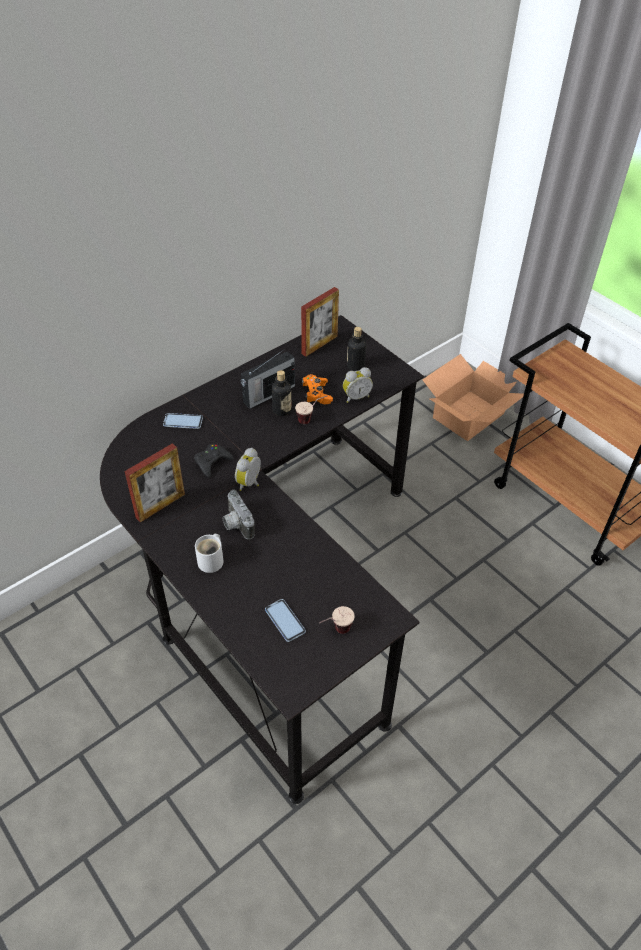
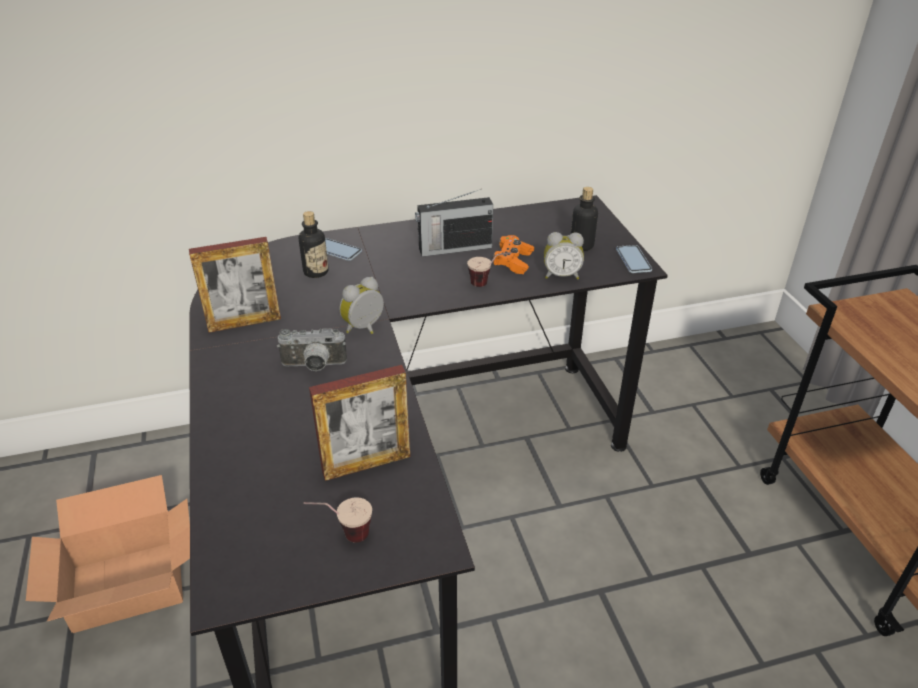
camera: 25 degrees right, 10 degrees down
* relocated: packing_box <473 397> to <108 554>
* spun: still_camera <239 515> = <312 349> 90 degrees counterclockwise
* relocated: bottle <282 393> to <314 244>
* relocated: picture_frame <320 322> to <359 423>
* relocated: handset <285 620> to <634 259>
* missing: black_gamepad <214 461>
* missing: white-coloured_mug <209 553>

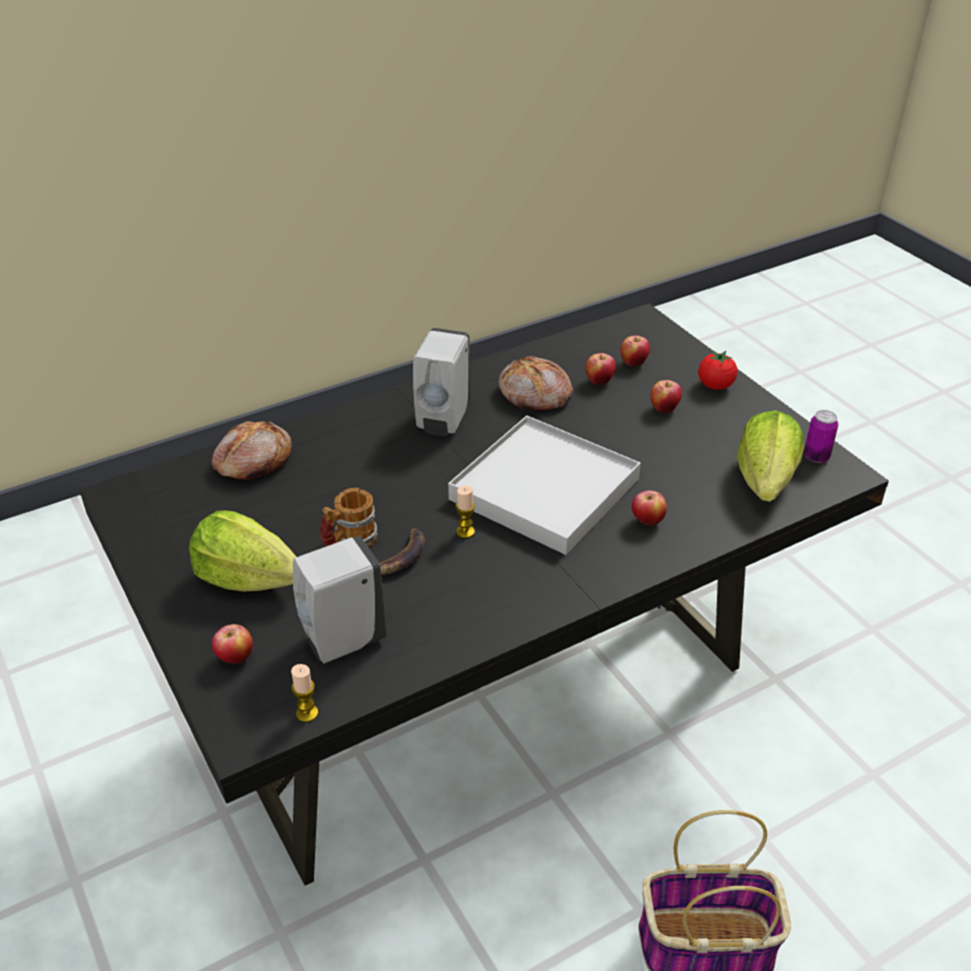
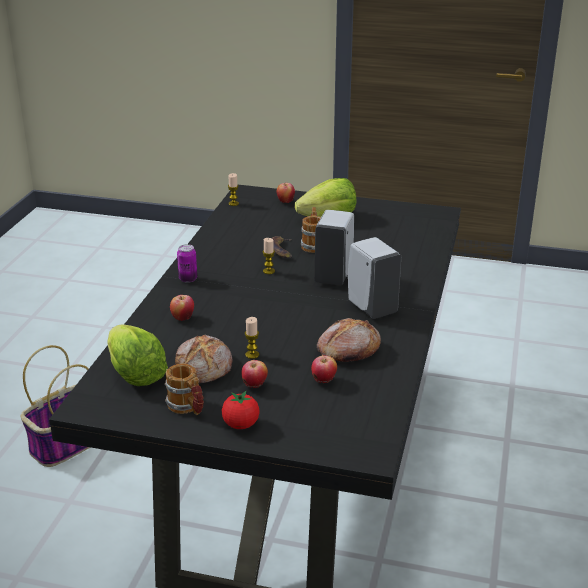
camera: 135 degrees right, 10 degrees down
* appeared: mug <184 389>
* relocated: bread <251 450> to <204 359>
* relocated: can <821 436> to <187 263>
* appeared: candle <252 338>
* relocated: white-coloured_liquid_soap_bottle <339 600> to <334 248>
* missing: white-coloured_tray <544 485>
* missing: whole_apple <635 350>

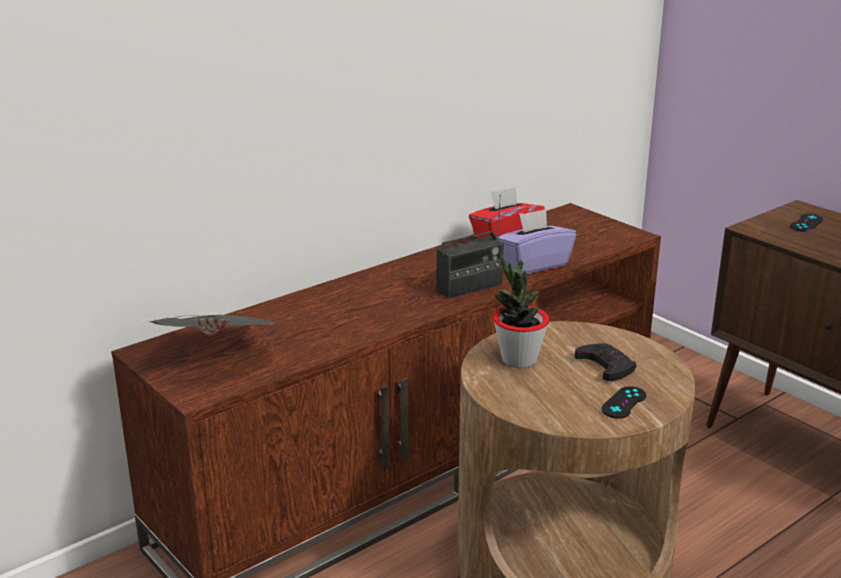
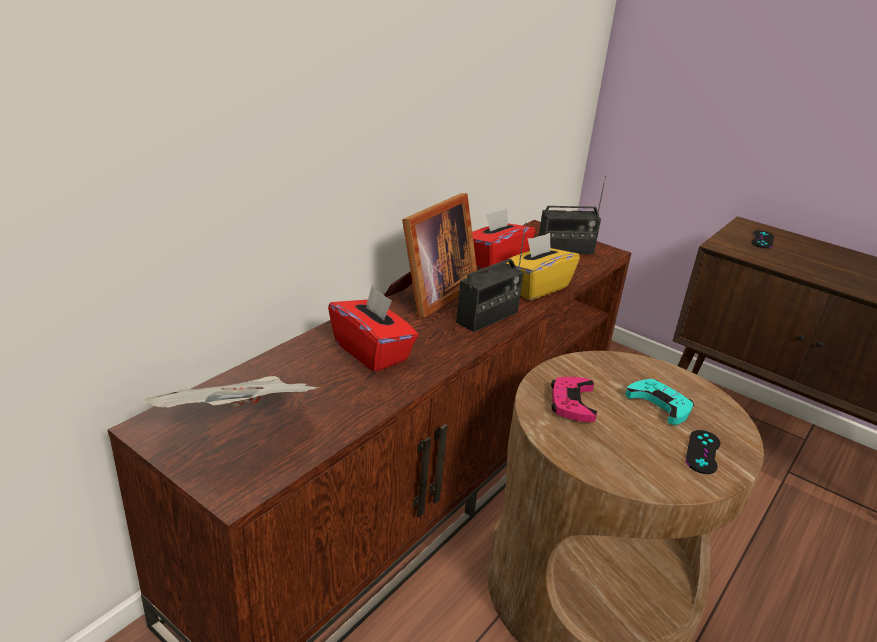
camera: 15 degrees left, 5 degrees up
* appeared: reddish_tissue_box <373 329>
* appeared: picture_frame <430 255>
* colour: purple_tissue_box <536 241> to yellowish_tissue_box <543 266>
* appeared: radio_set <572 215>
* exchanged: houseplant <521 311> to pinkish_gamepad <574 399>
* colour: black_gamepad <606 362> to turquoise_gamepad <659 402>

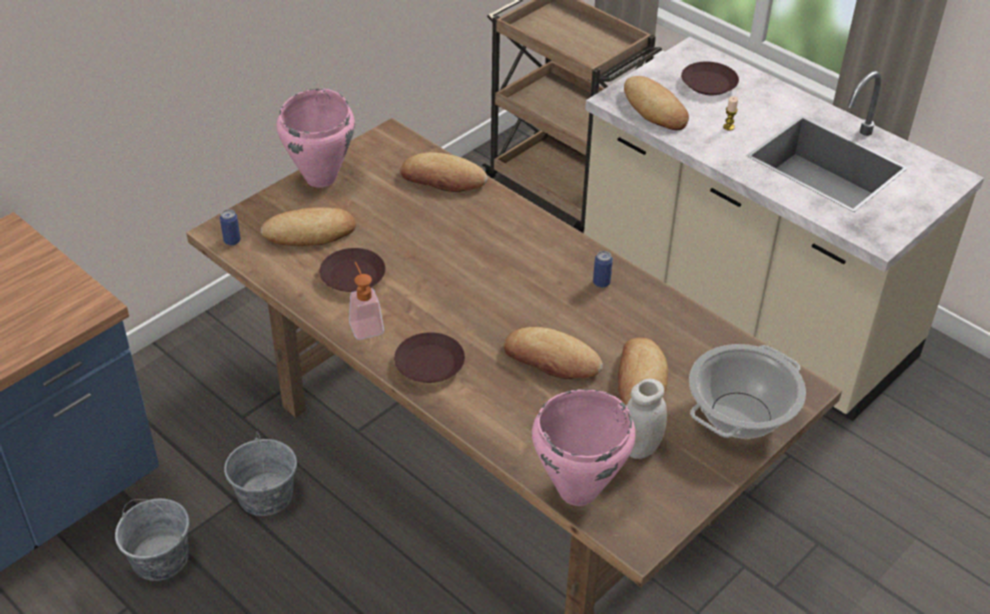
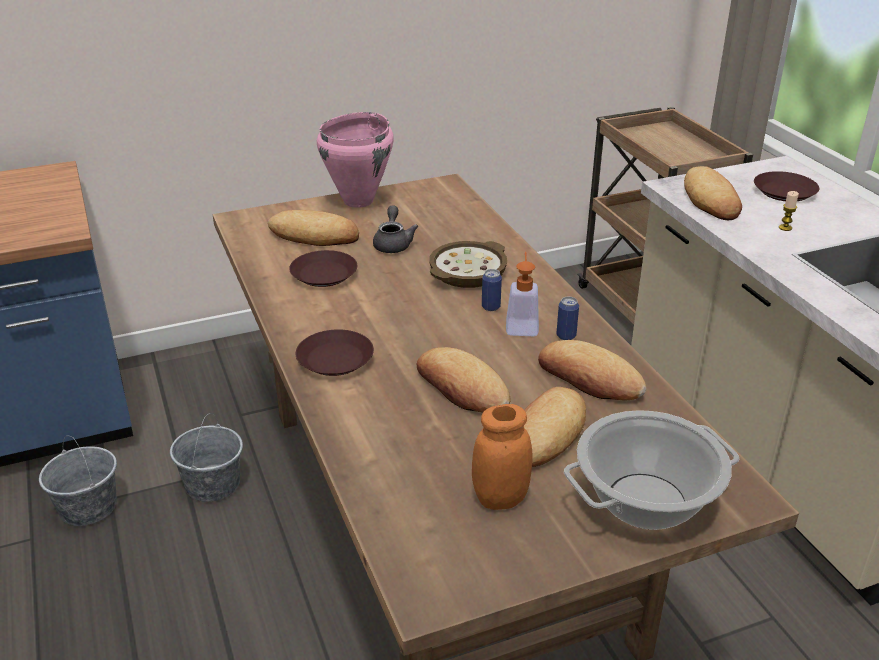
camera: 25 degrees right, 10 degrees down
* appeared: gray_tea_pot <395 229>
* appeared: deep_dish <468 264>
* colour: white-coloured_preserve_jar <646 418> to orange_preserve_jar <502 457>
* relocated: can <230 227> to <492 290>
* relocated: liquid_soap_bottle <366 301> to <522 294>
* relocated: bread <444 172> to <592 370>
* missing: pinkish_stockpot <583 447>

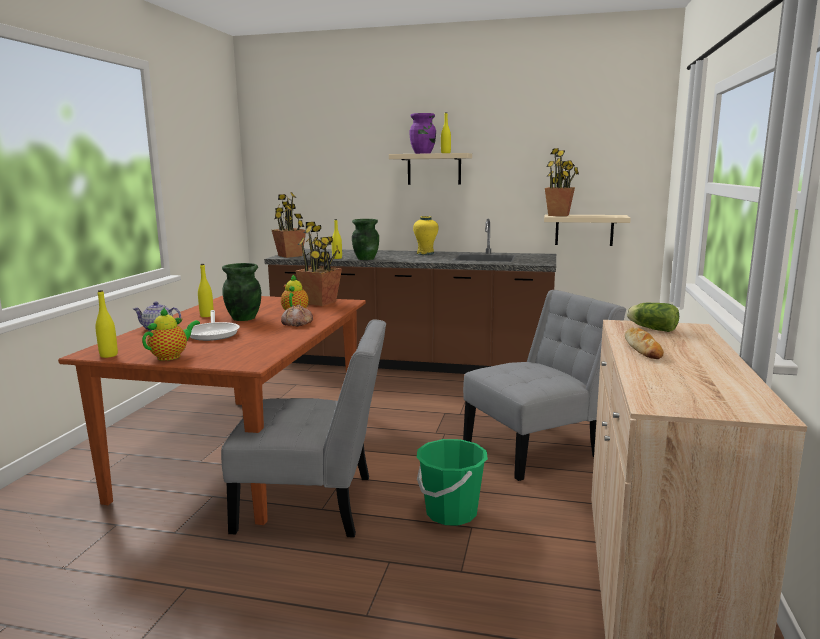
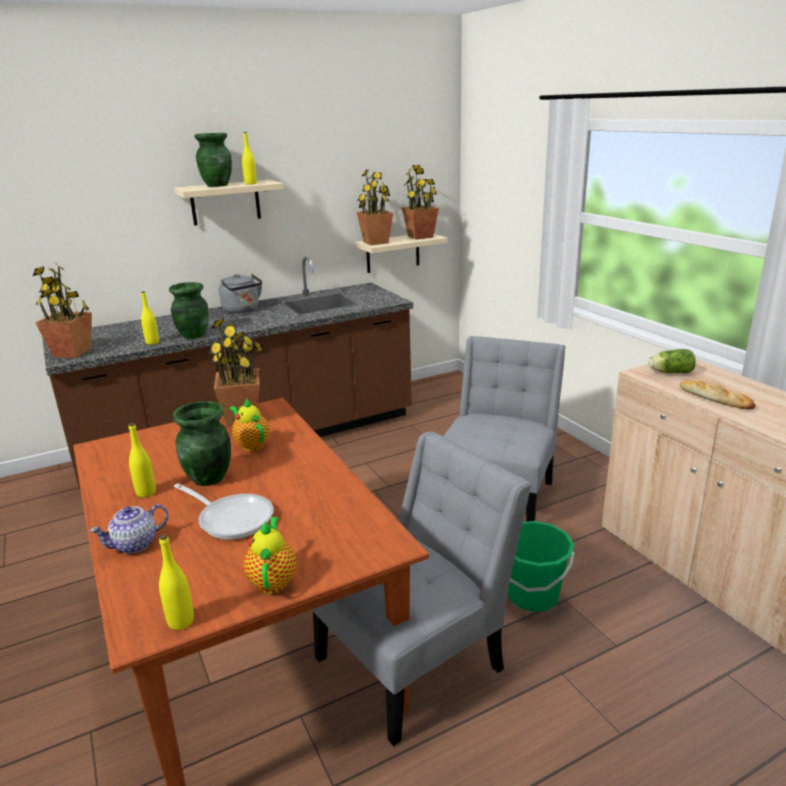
camera: 40 degrees left, 10 degrees up
* colour: purple_decorative_vase <423 133> to greenish_decorative_vase <213 160>
* exchanged: yellowish_decorative_vase <426 235> to gray_water_kettle <240 293>
* appeared: houseplant <420 202>
* missing: bread <297 315>

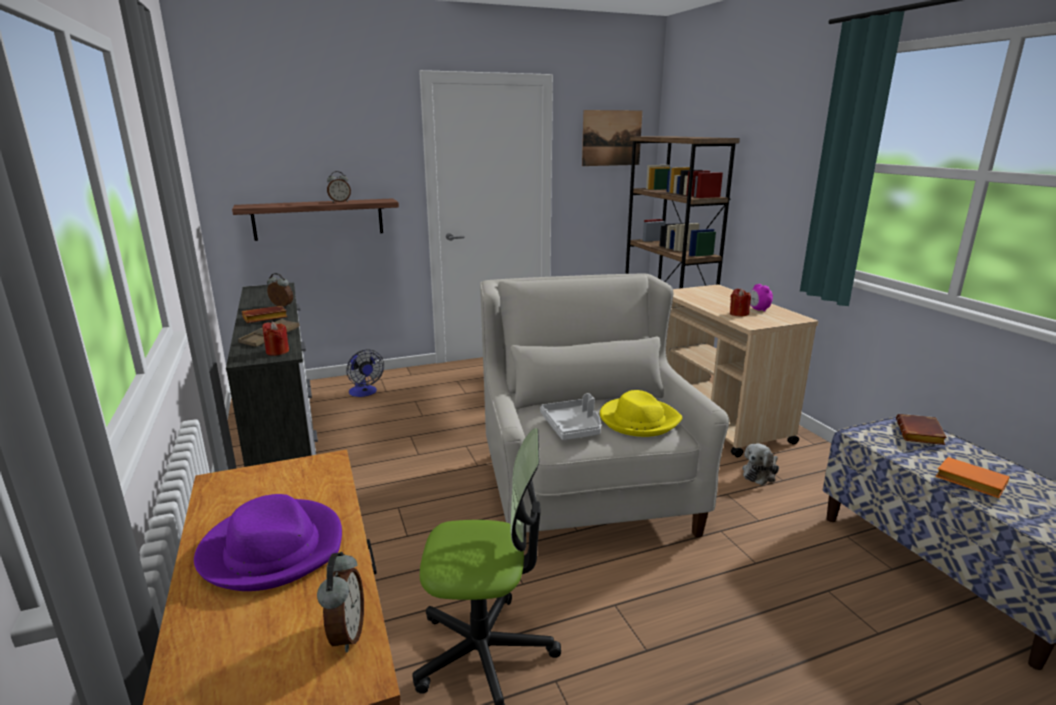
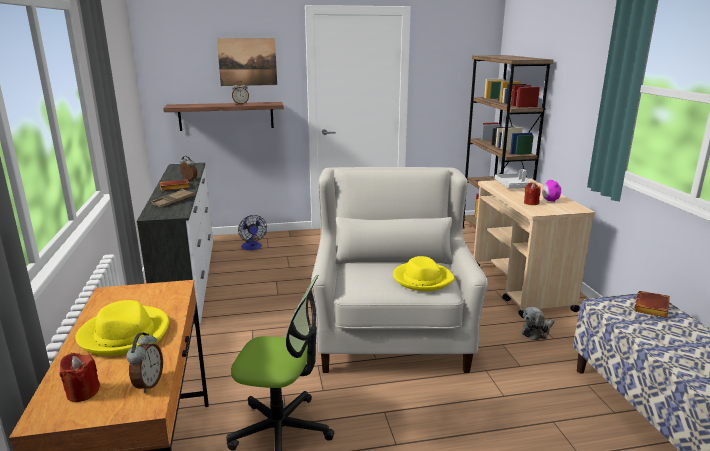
camera: 10 degrees right, 0 degrees up
* relocated: reddish_candle <275 339> to <80 377>
* colour: purple_wearable_hat <268 542> to yellowish_wearable_hat <122 328>
* relocated: wall_art <612 138> to <247 62>
* relocated: gray_tray <570 416> to <512 178>
* missing: orange_volume <972 477>

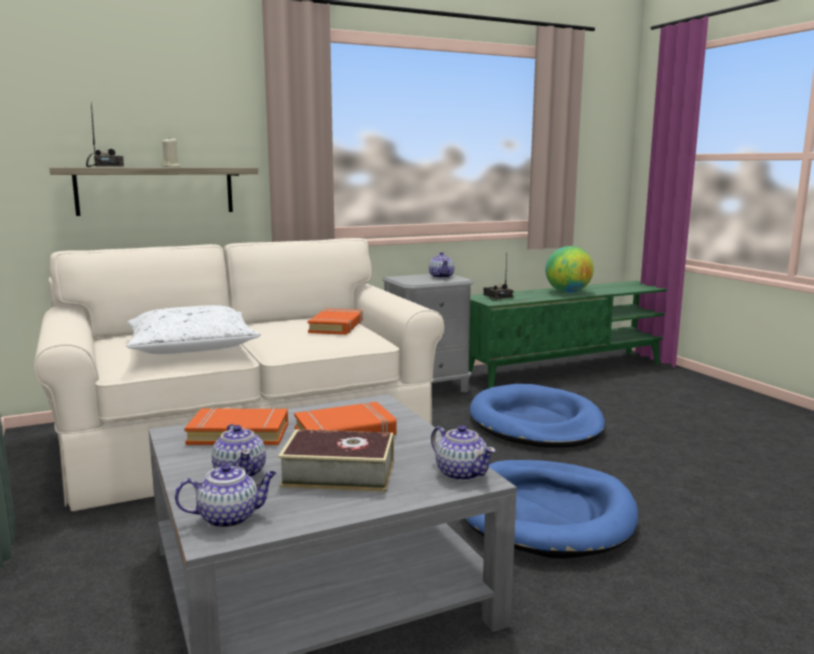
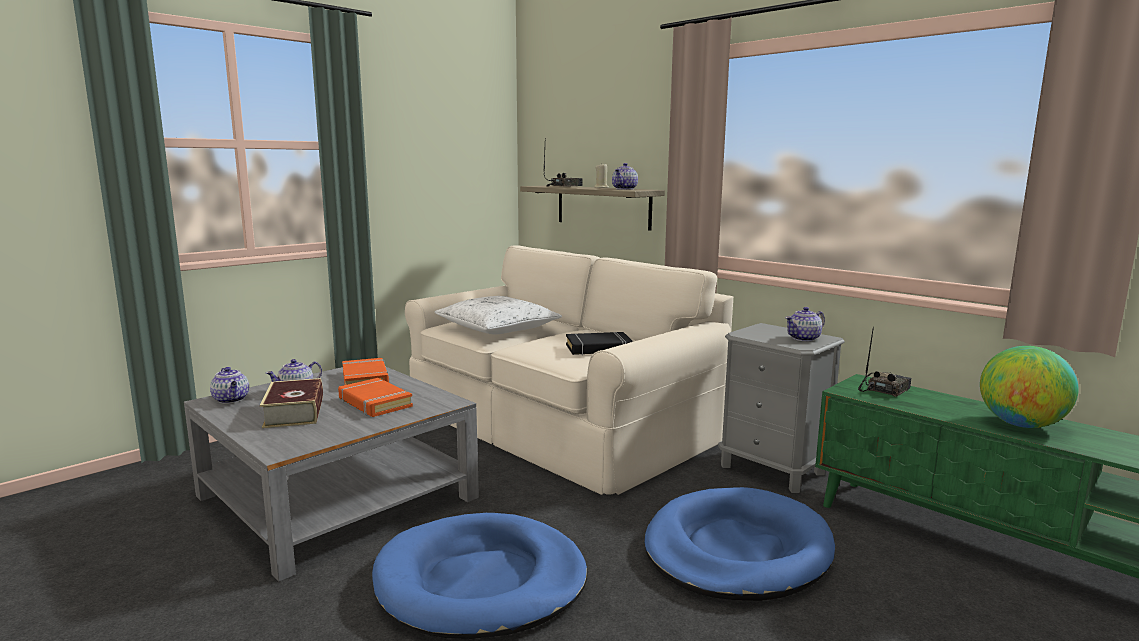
camera: 70 degrees right, 0 degrees up
* colour: orange_volume <335 322> to black_volume <599 343>
* relocated: tea_pot <463 453> to <625 176>

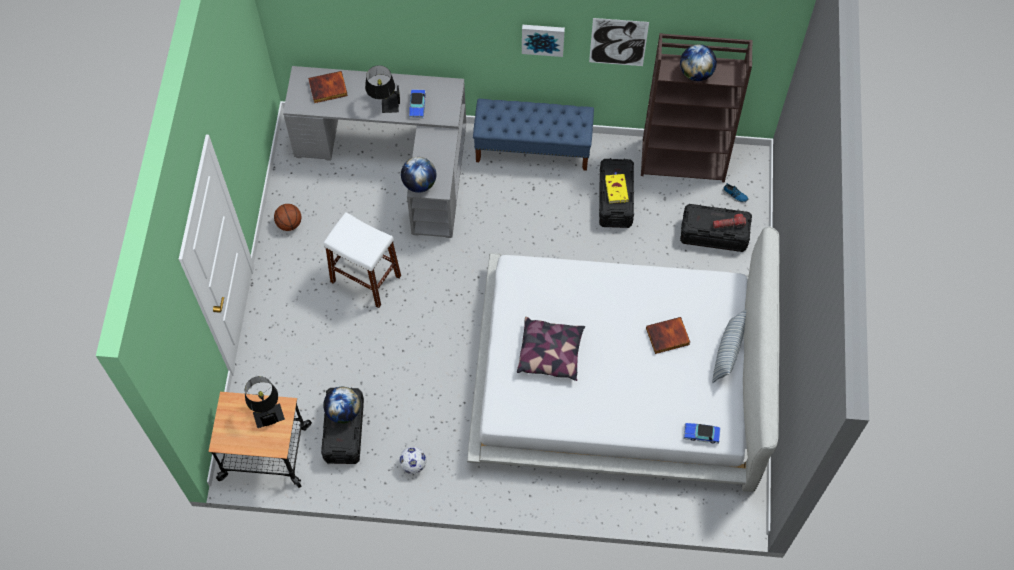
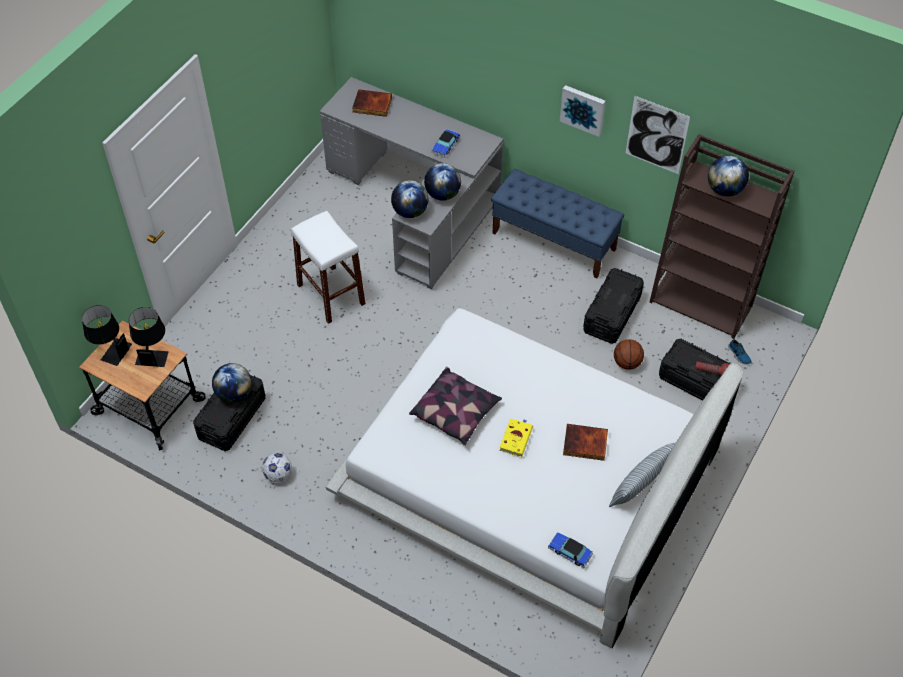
camera: 25 degrees right, 10 degrees down
* relocated: black_table_lamp <382 89> to <107 335>
* appeared: world_globe <442 182>
* relocated: yellowish_volume <617 187> to <516 437>
* relocated: basketball <287 217> to <629 354>

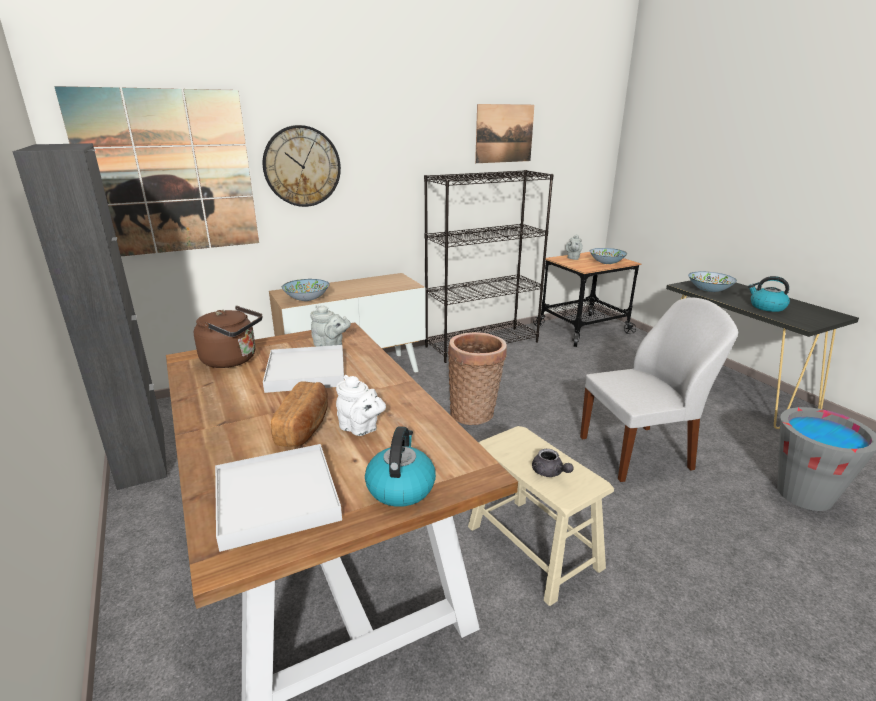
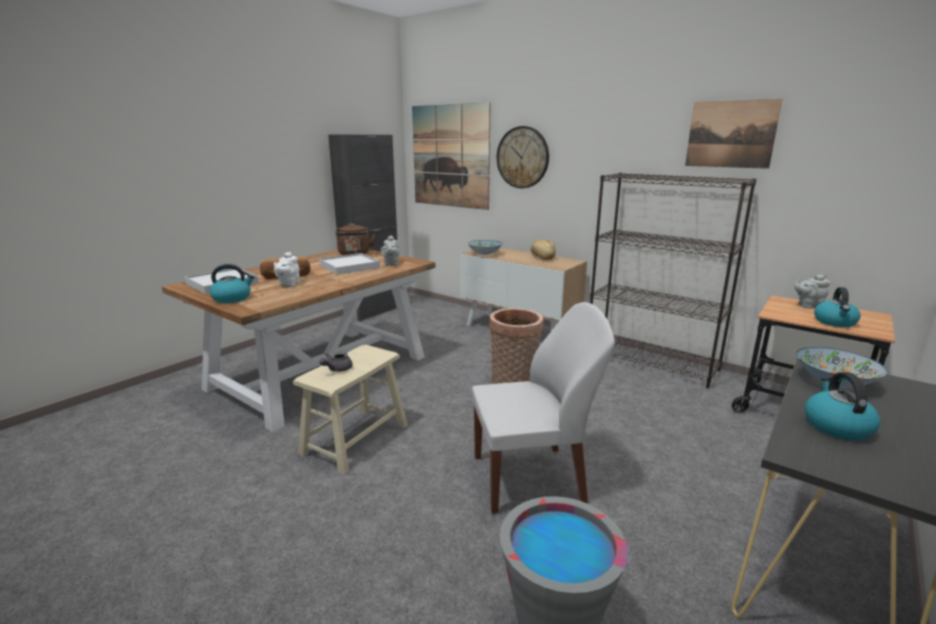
camera: 65 degrees right, 5 degrees down
* spun: white-coloured_plain_chair <659 389> = <543 408> 60 degrees counterclockwise
* appeared: bread <543 250>
* exchanged: deep_dish <608 256> to water_kettle <837 307>

